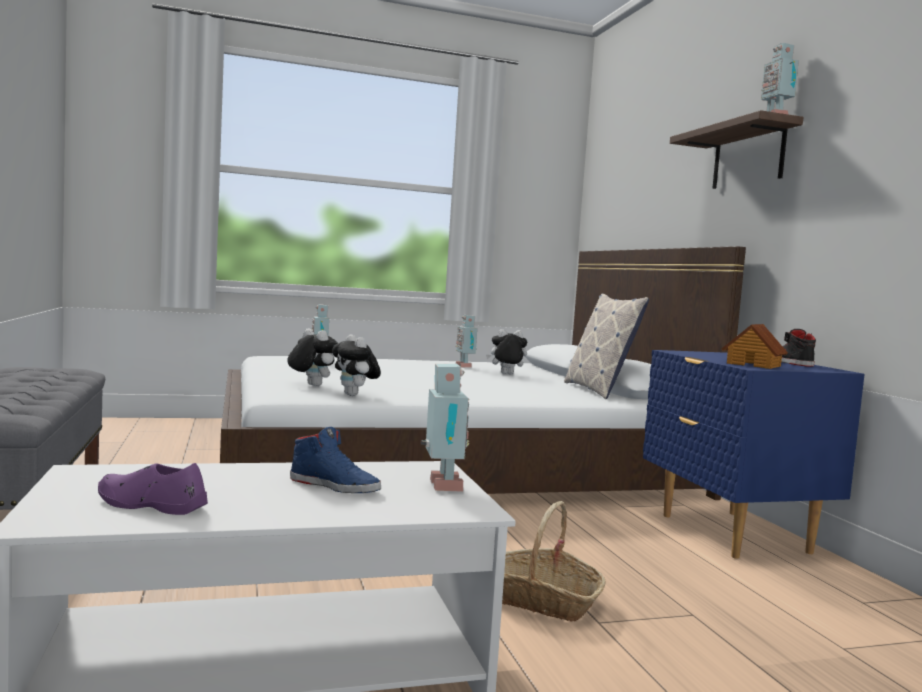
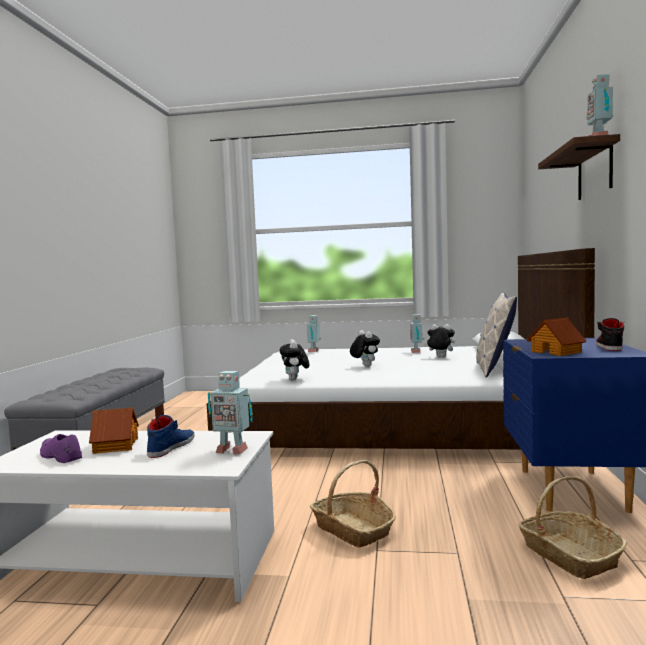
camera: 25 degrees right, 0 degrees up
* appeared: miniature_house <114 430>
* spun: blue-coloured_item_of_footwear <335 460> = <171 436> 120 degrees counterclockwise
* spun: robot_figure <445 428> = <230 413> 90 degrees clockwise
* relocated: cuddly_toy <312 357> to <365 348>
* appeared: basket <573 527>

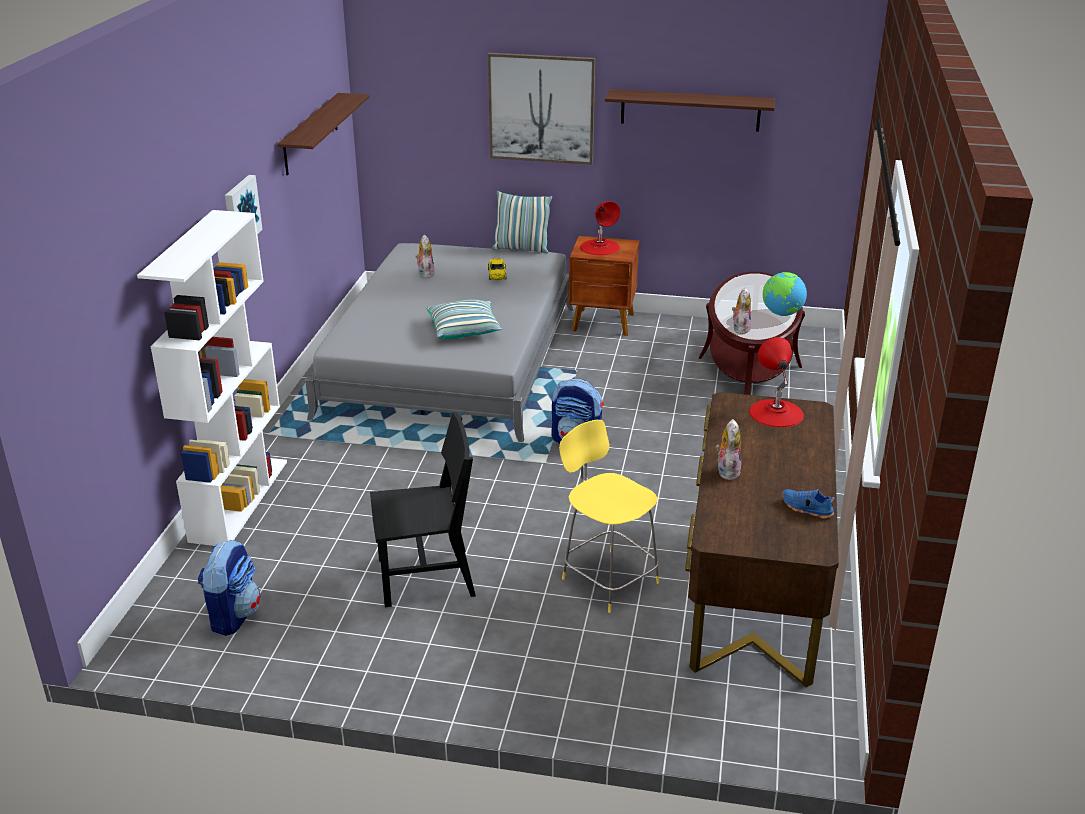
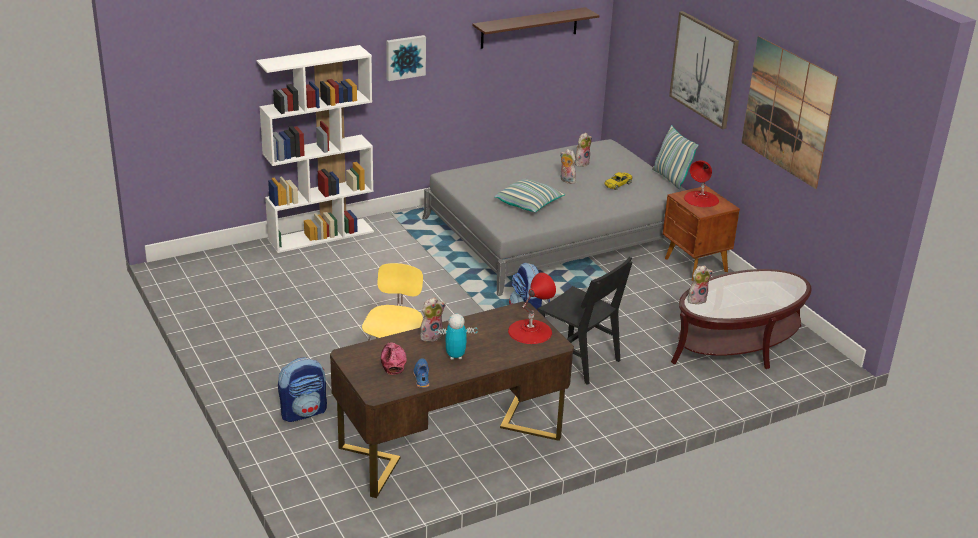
camera: 50 degrees right, 0 degrees up
* relocated: backpack <229 588> to <302 389>
* appeared: peaked_cap <394 358>
* appeared: robot_figure <456 336>
* relocated: black_plain_chair <423 509> to <585 321>
* appeared: cuddly_toy <568 166>
* exchanged: shelf <690 110> to wall_art <789 112>
* missing: world_globe <785 294>

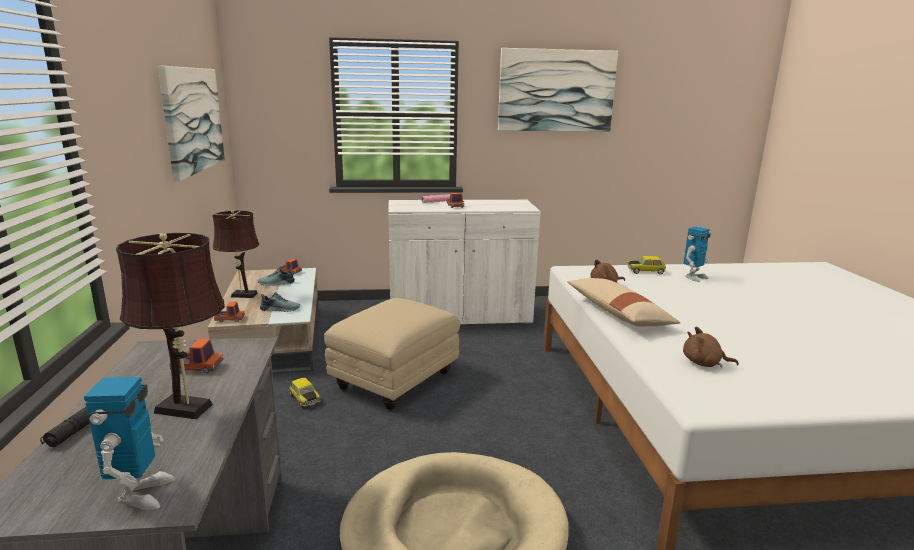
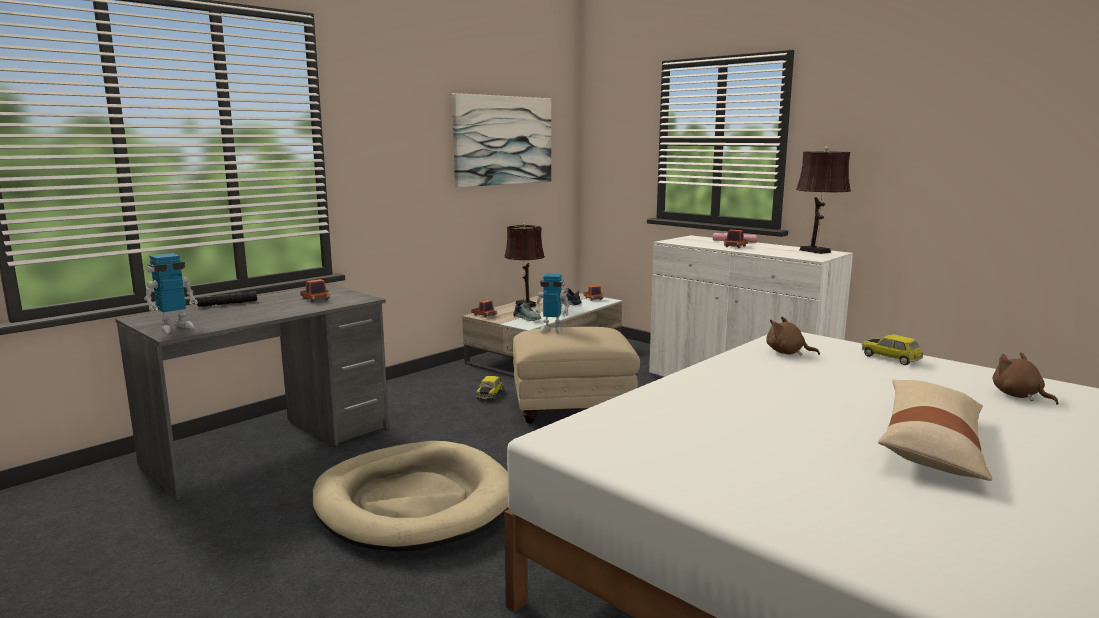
camera: 50 degrees right, 5 degrees down
* relocated: robot_figure <697 254> to <552 303>
* relocated: brownish_table_lamp <170 326> to <823 200>
* relocated: sand-coloured_pillow <623 302> to <935 430>
* relocated: brownish_cuddly_toy <711 347> to <1025 378>
* missing: wall_art <558 90>

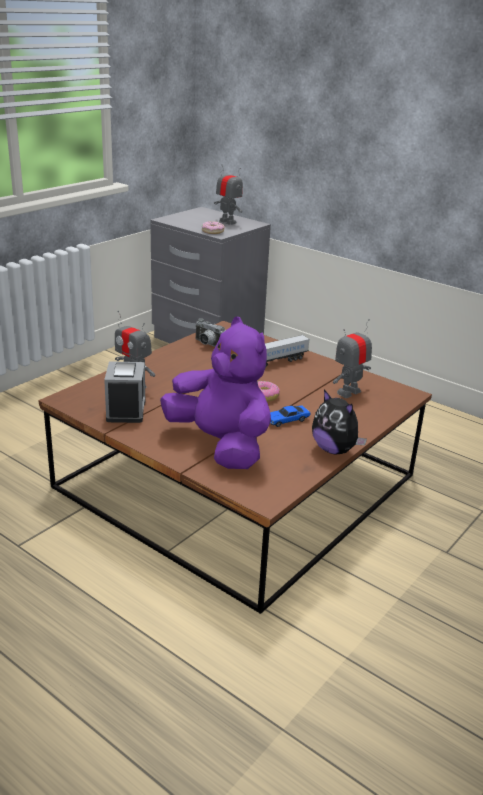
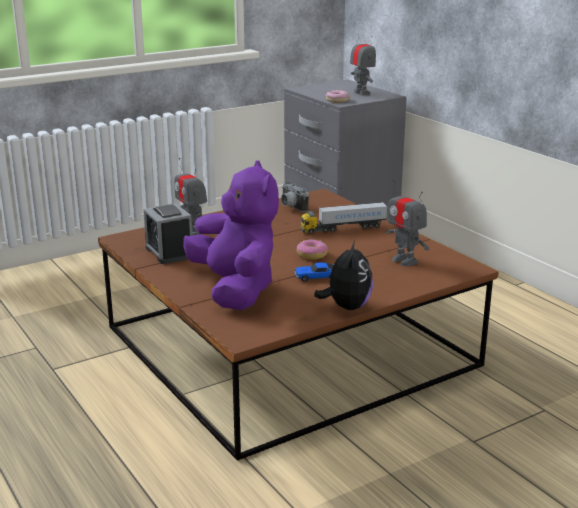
camera: 20 degrees right, 5 degrees down
* spun: alarm_clock <125 392> = <167 233> 135 degrees clockwise
* spun: cuddly_toy <339 422> = <343 275> 150 degrees counterclockwise
* spun: robot_figure <352 358> = <407 222> 105 degrees counterclockwise

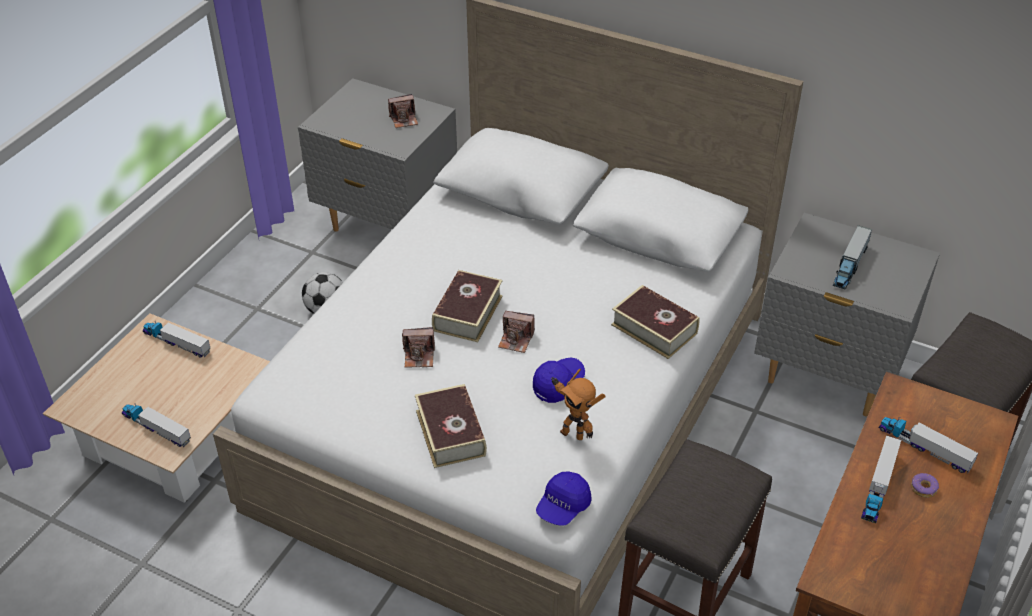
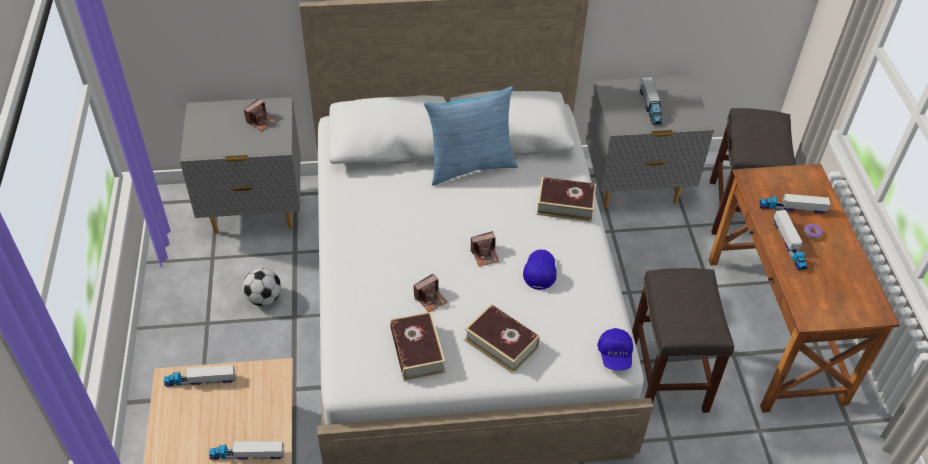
camera: 35 degrees left, 5 degrees up
* relocated: volume <467 306> to <417 346>
* appeared: pillow <471 136>
* missing: robot_figure <578 404>

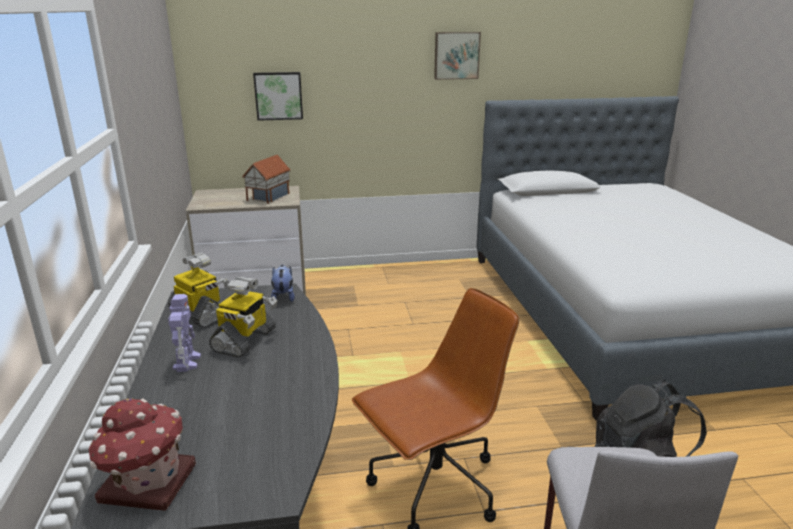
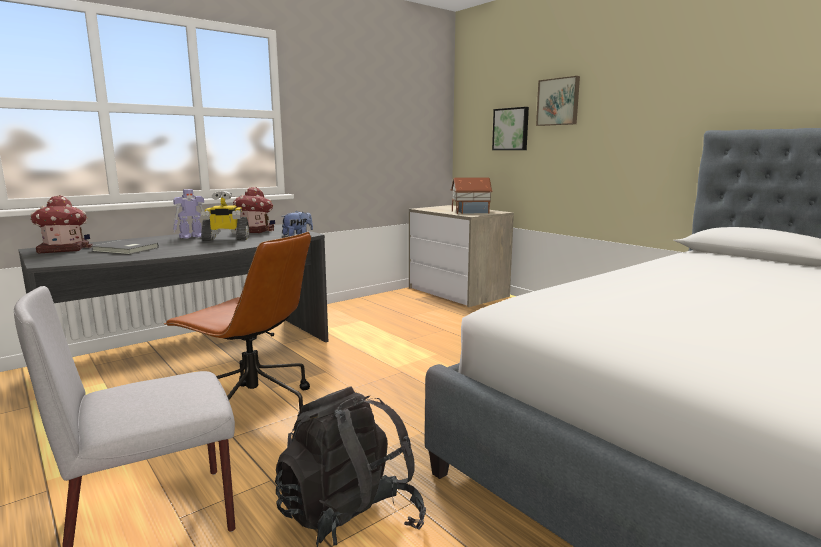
camera: 60 degrees right, 10 degrees down
* appeared: gray_volume <125 247>
* exchanged: robot_figure <199 290> to miniature_house <254 209>
* relocated: wall_art <457 56> to <558 101>

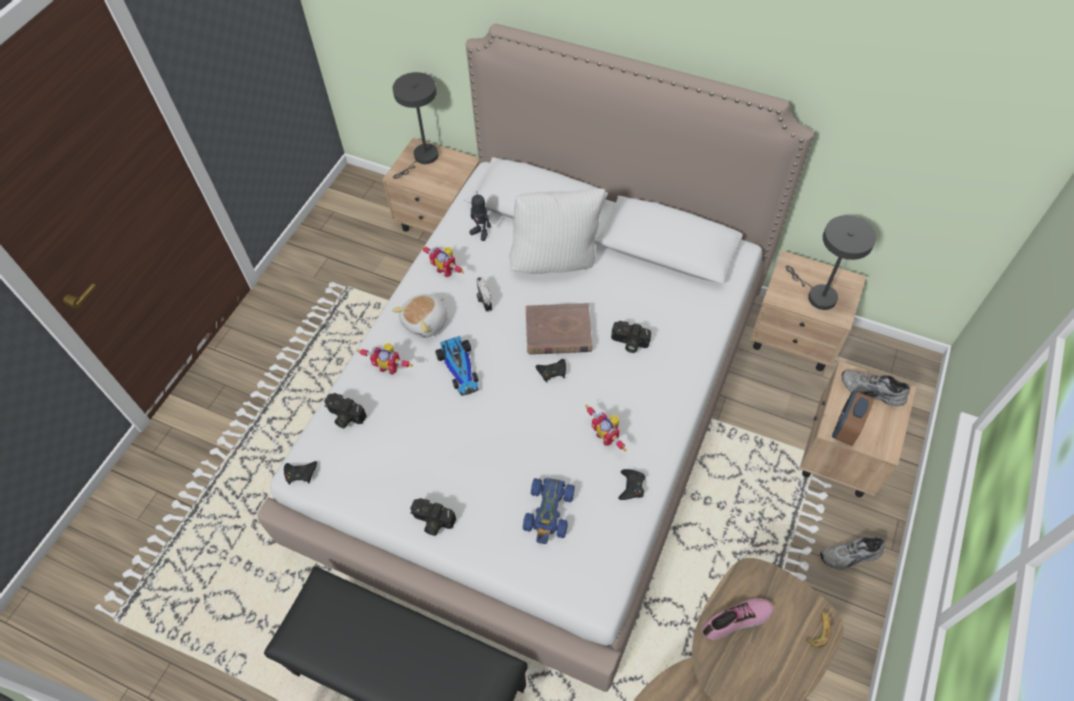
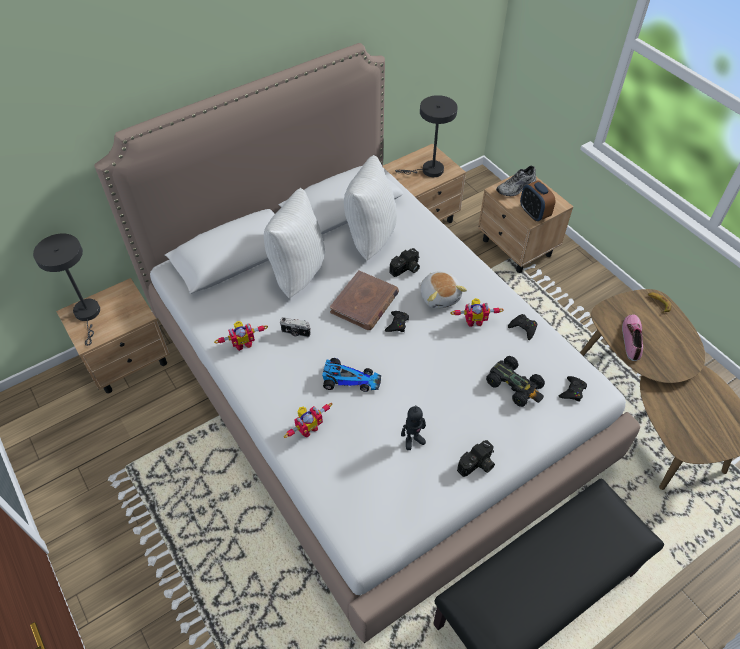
camera: 60 degrees left, 5 degrees down
* appeared: white-coloured_pillow <370 207>
* relocated: robot_figure <480 216> to <413 427>
* relocated: cuddly_toy <420 316> to <444 290>
* colour: blue-coloured_miniature_car <549 511> to black_miniature_car <515 381>
* relocated: black_gamepad <300 473> to <573 389>
* missing: still_camera <345 410>
* missing: gray_item_of_footwear <852 553>

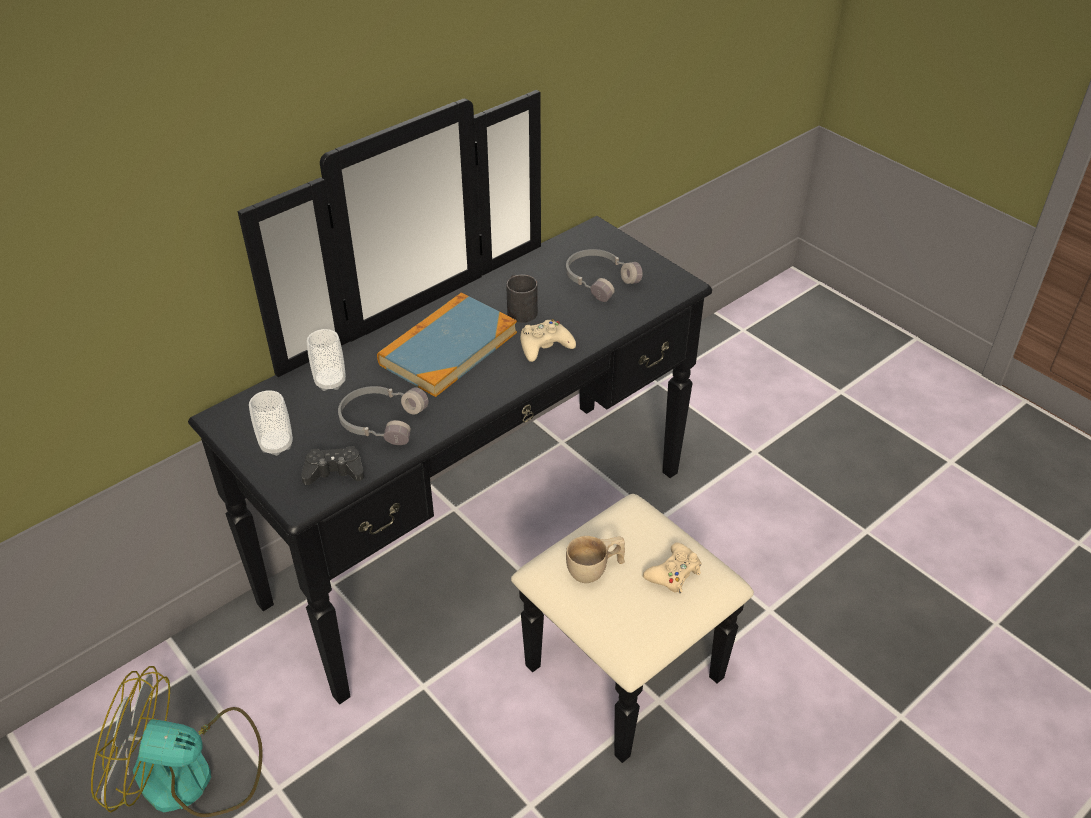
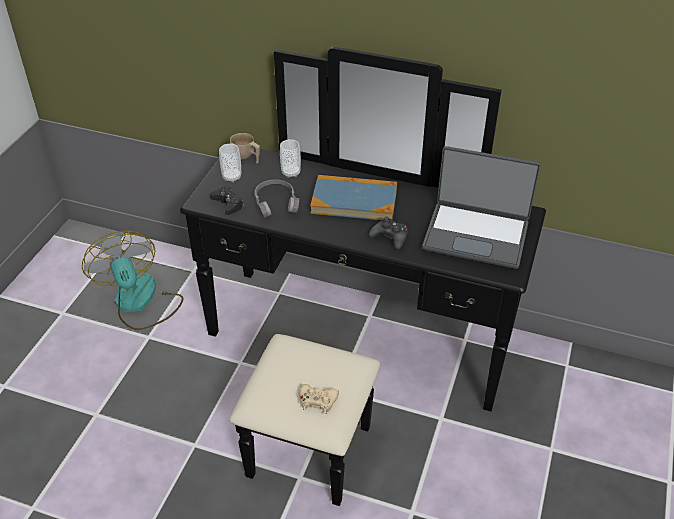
camera: 60 degrees right, 0 degrees up
* relocated: sand-coloured_cup <595 559> to <245 148>
* colour: sand-coloured_gamepad <548 340> to black_gamepad <388 233>
* exchanged: gray_headset <604 275> to portable_computer <481 207>
* missing: black_mug <522 299>

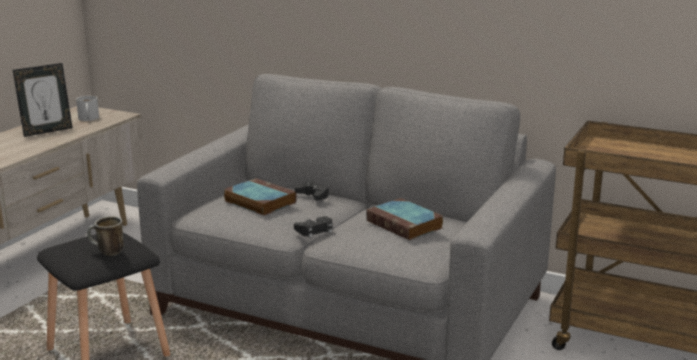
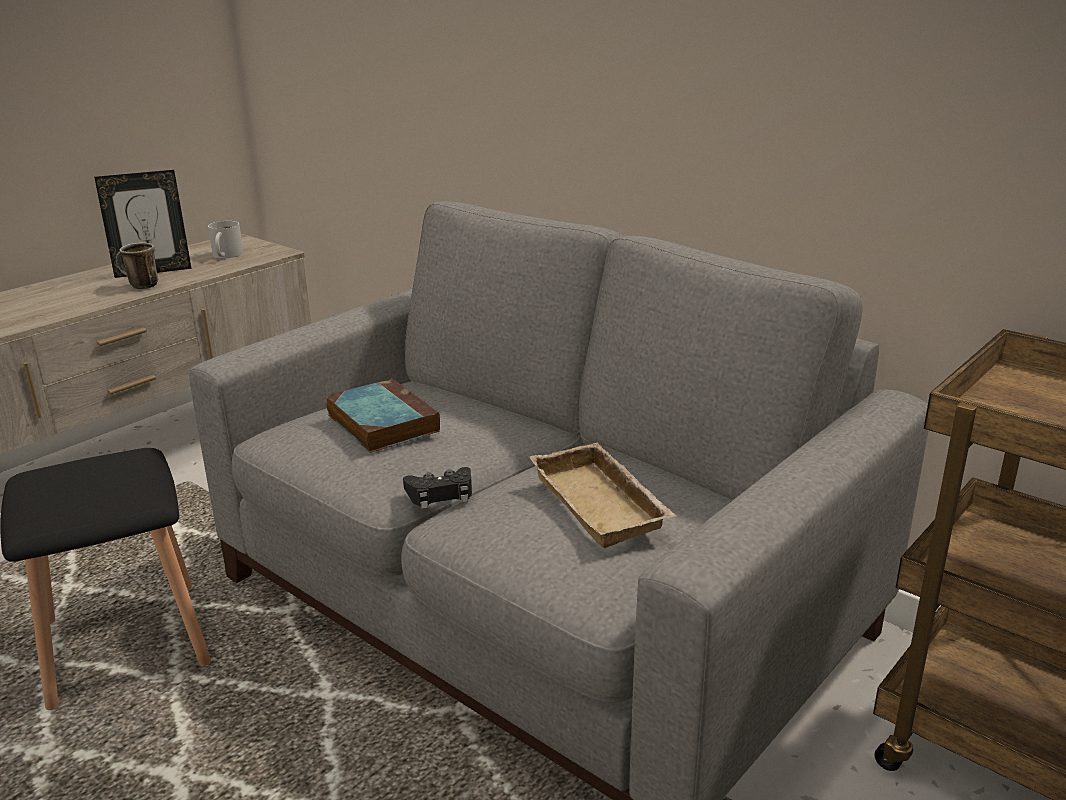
camera: 15 degrees right, 5 degrees up
* relocated: mug <105 236> to <137 265>
* exchanged: volume <404 219> to sand-coloured_tray <603 495>
* missing: black_gamepad <312 191>

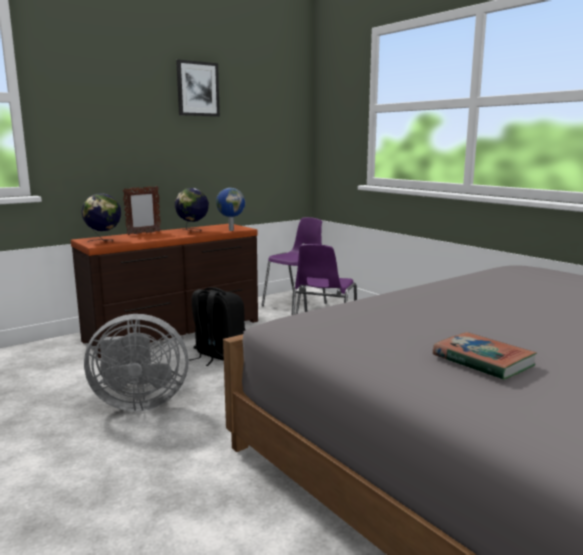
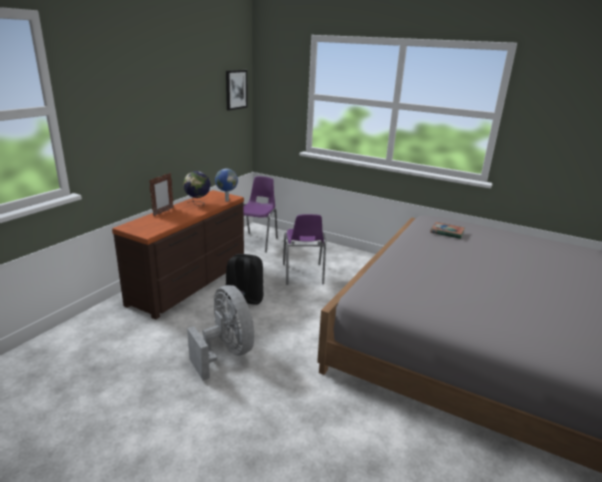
camera: 25 degrees left, 10 degrees up
* spun: gray_electric_fan <136 362> = <220 333> 90 degrees counterclockwise
* relocated: wall_art <198 88> to <237 90>
* relocated: volume <485 356> to <447 230>
* missing: world_globe <101 217>

